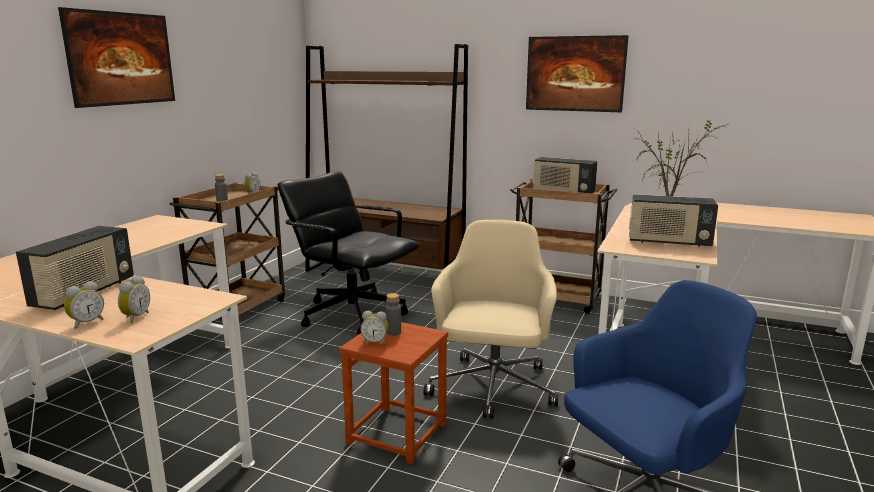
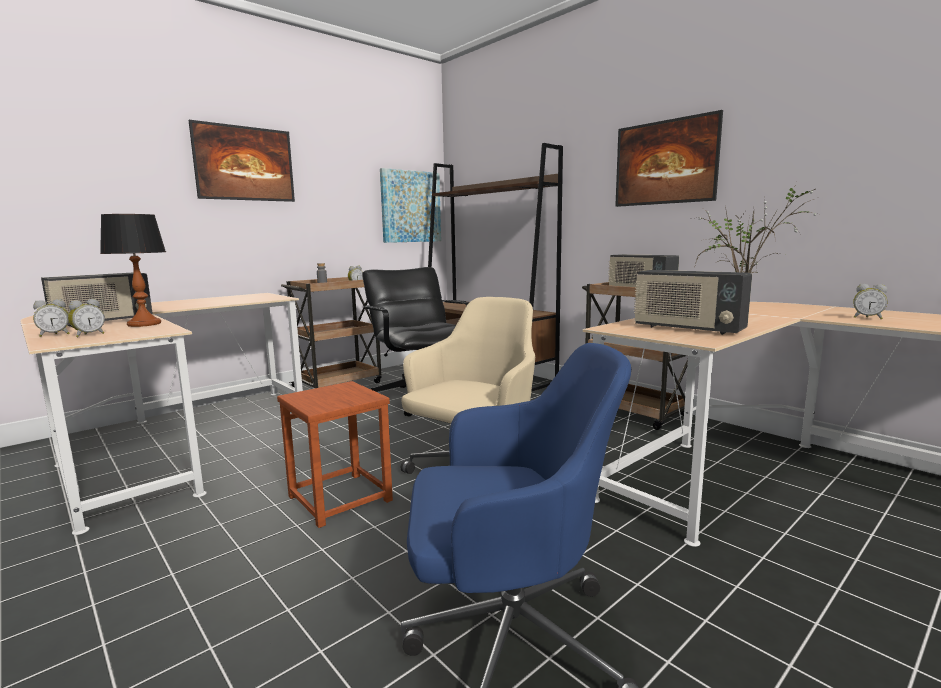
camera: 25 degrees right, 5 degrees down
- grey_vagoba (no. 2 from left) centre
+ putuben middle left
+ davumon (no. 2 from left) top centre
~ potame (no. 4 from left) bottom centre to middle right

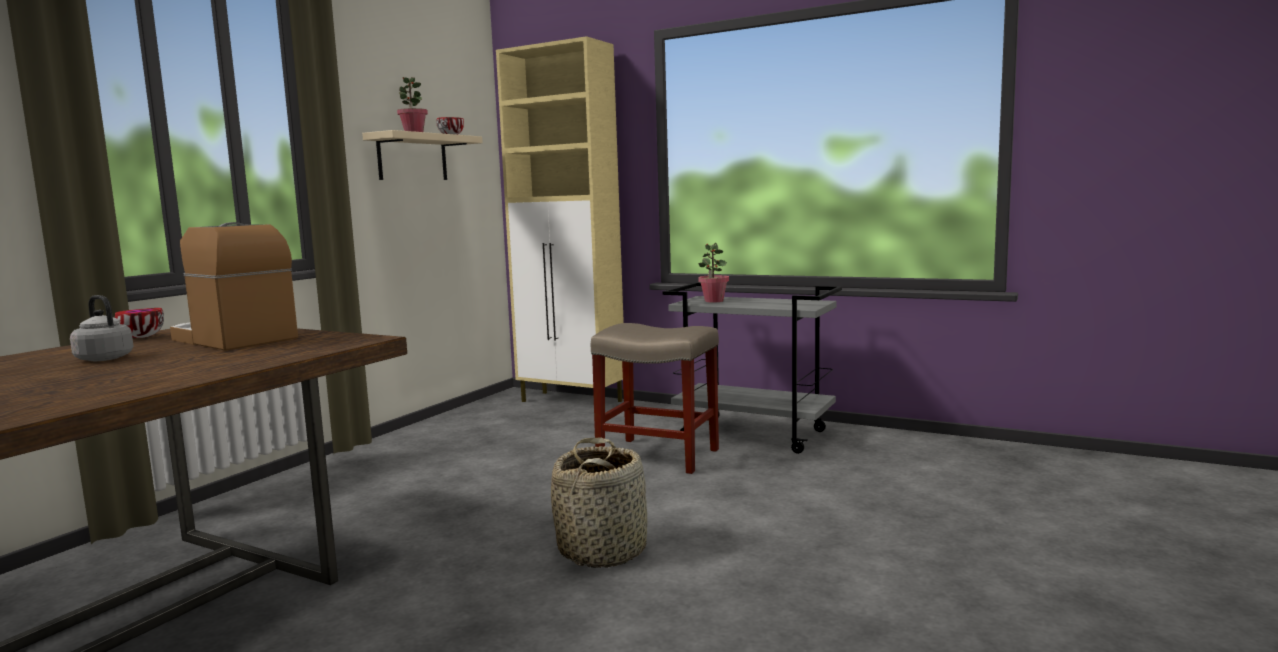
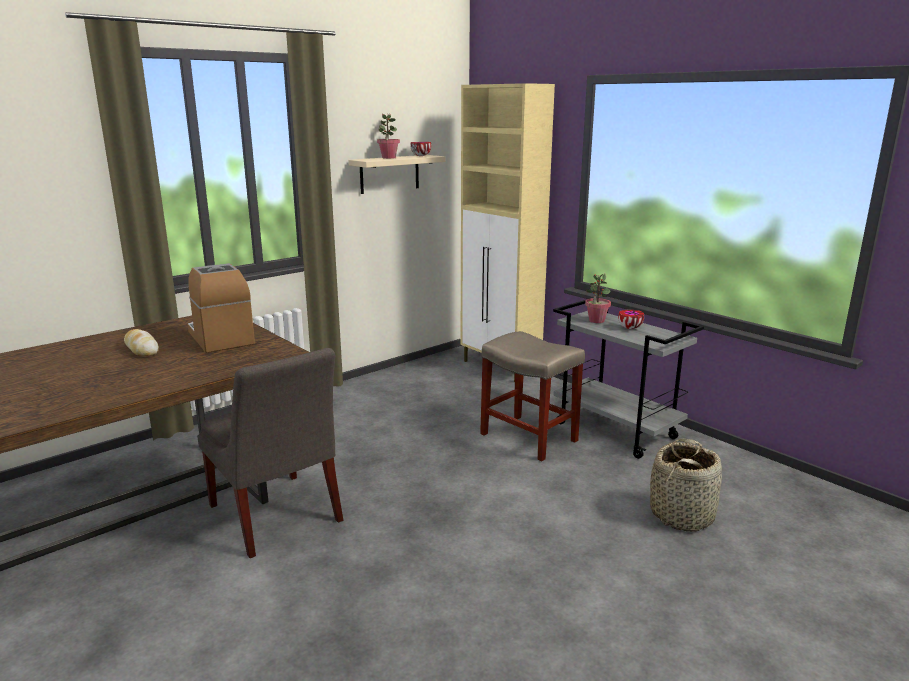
camera: 20 degrees right, 10 degrees up
+ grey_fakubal middle left
~ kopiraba (no. 1 from left in the first image) middle left to kopiraba (no. 2 from left) middle right
~ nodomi bottom centre to bottom right
~ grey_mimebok middle left to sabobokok middle left

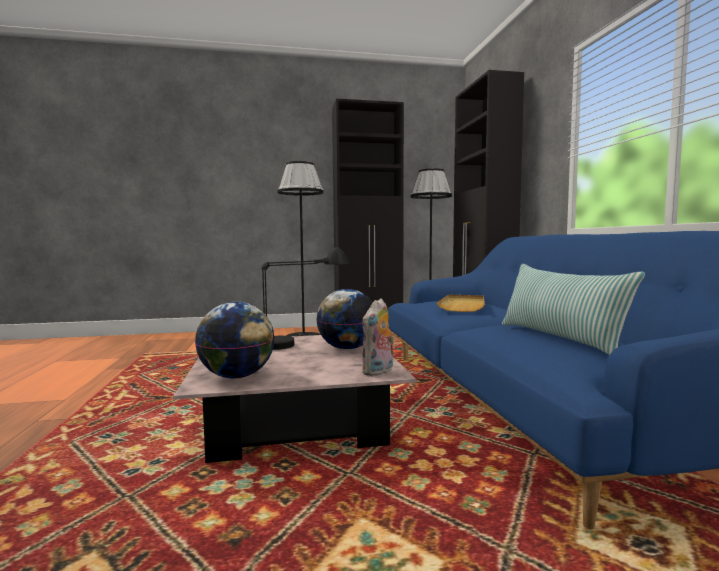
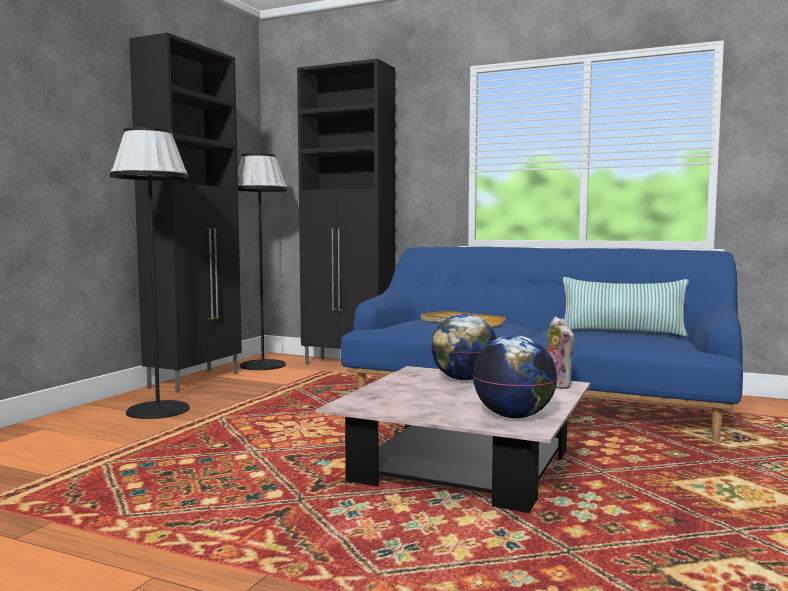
camera: 55 degrees left, 0 degrees up
- black_putuben centre

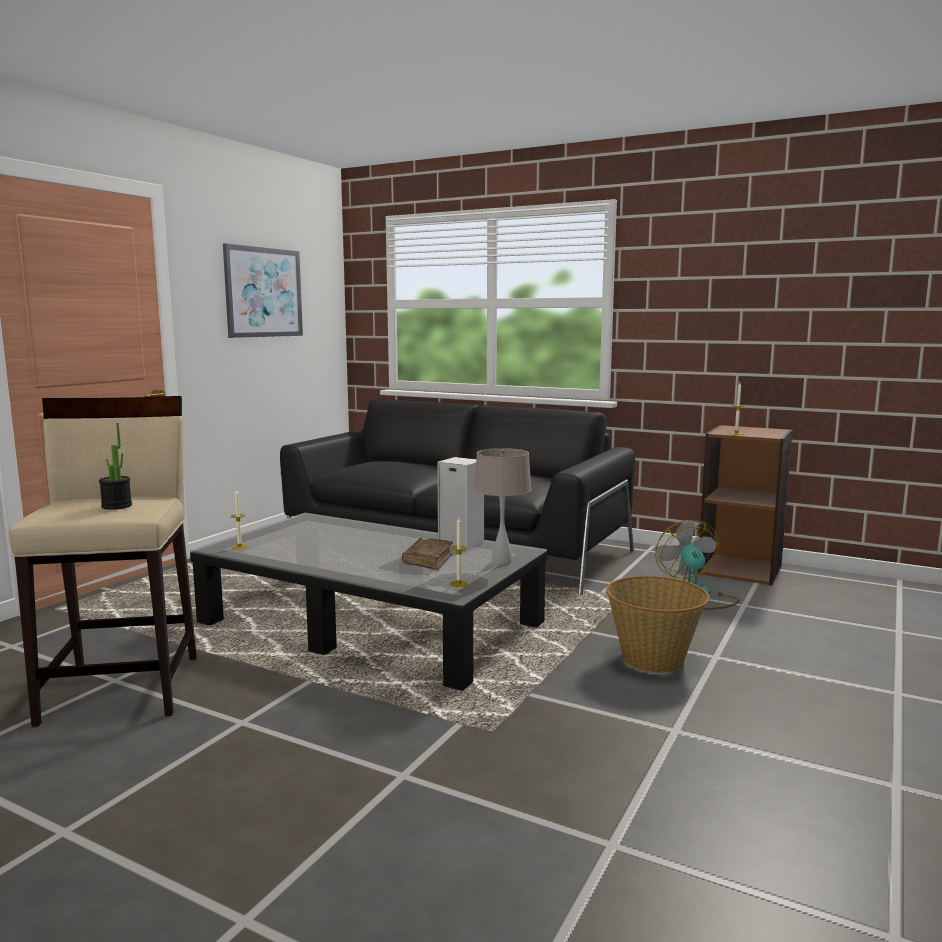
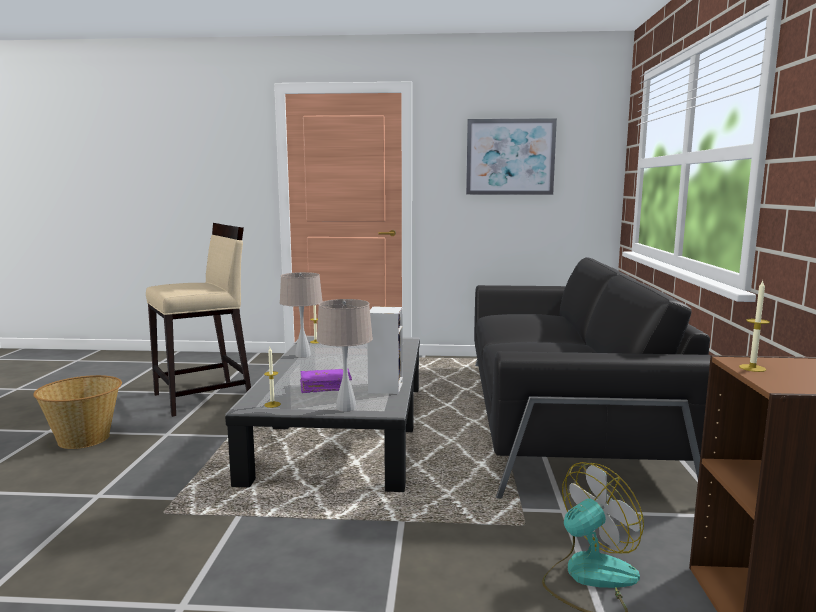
camera: 65 degrees right, 0 degrees up
- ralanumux middle left
+ beige_putuben (no. 1 from left) centre
~ nodomi middle right to bottom left
~ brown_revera centre to purple_revera centre

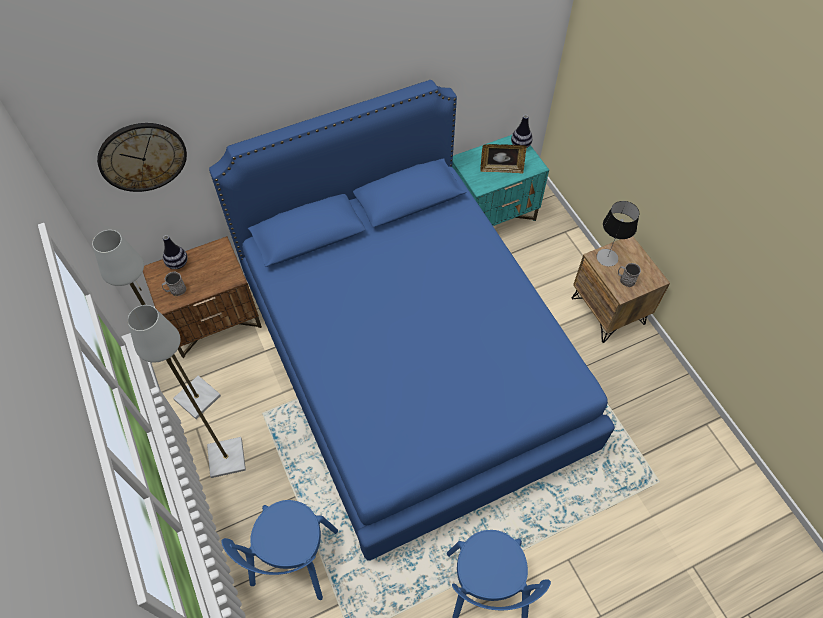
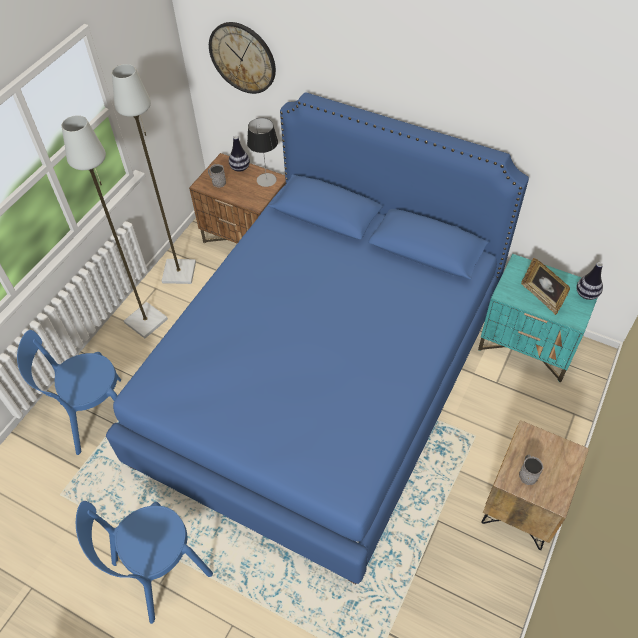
camera: 55 degrees right, 5 degrees down
~ putuben middle right to top centre

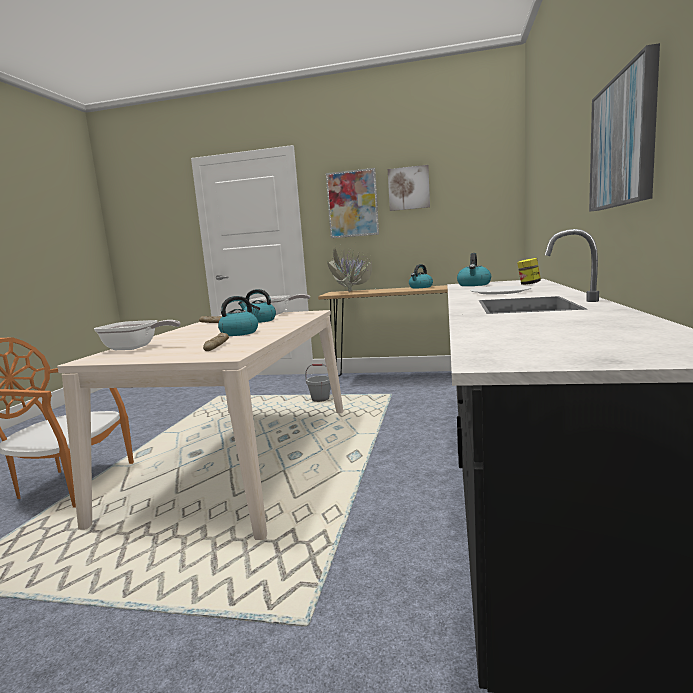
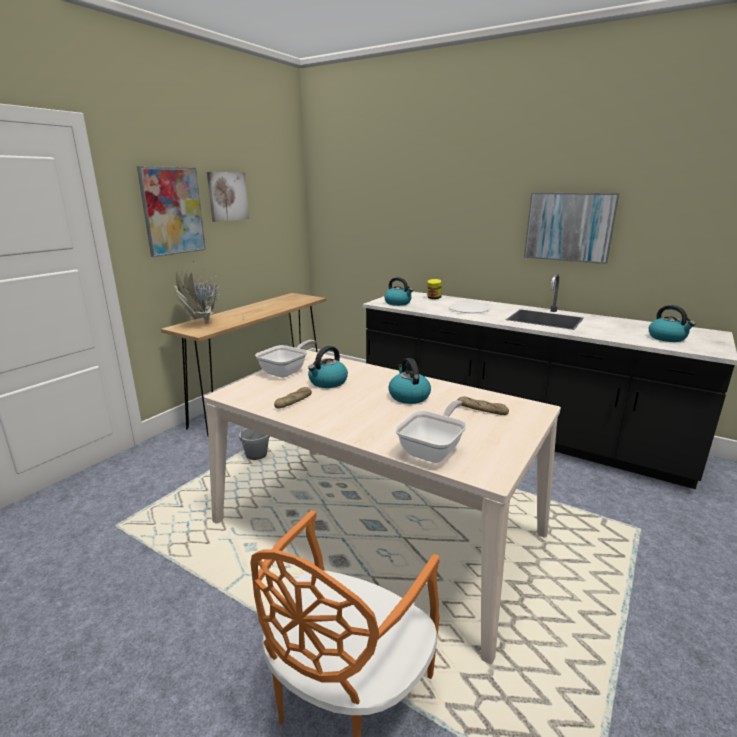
camera: 70 degrees left, 10 degrees up
~ mimebok (no. 3 from left in the first image) centre to mimebok (no. 4 from left) middle right

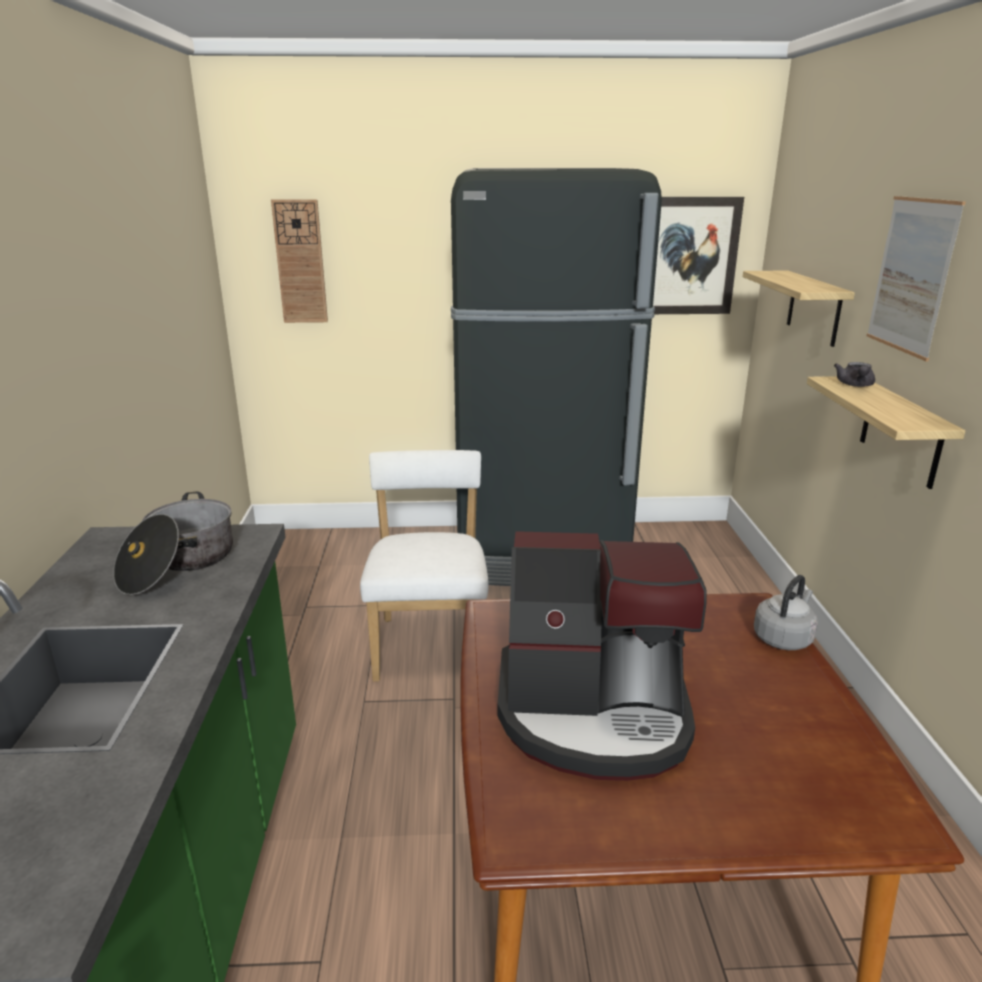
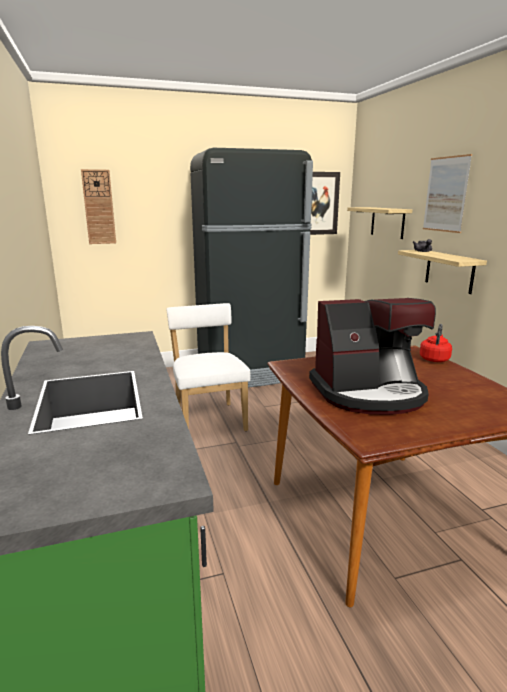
camera: 15 degrees left, 5 degrees down
- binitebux middle left
~ grey_mimebok middle right to red_mimebok middle right

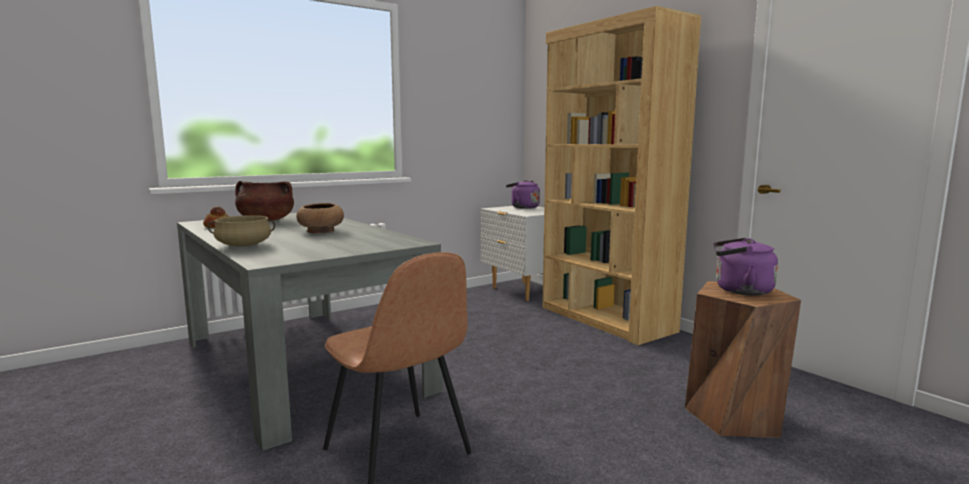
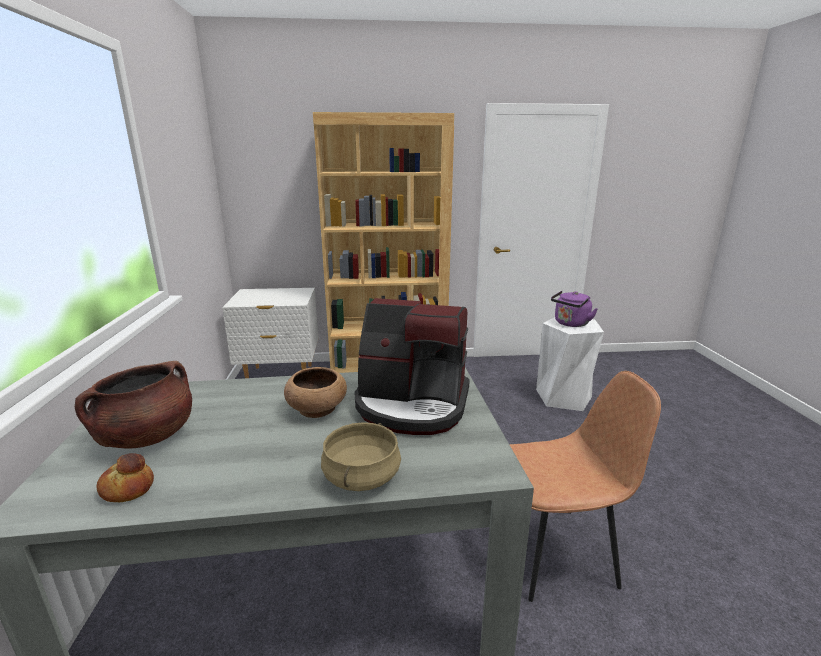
camera: 60 degrees left, 10 degrees up
- purple_mimebok (no. 1 from left) centre
+ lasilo centre
~ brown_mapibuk bottom right to white_mapibuk middle right

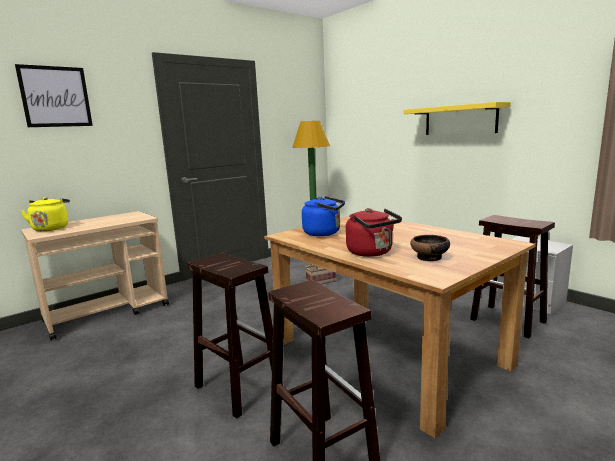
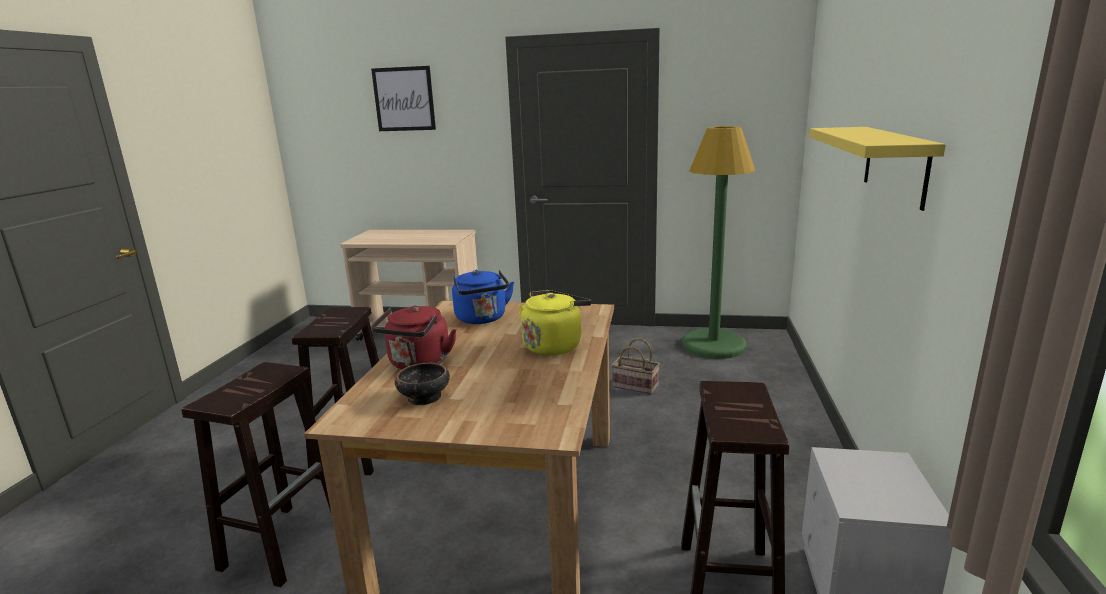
camera: 50 degrees right, 5 degrees up
~ yellow_mimebok middle left to centre

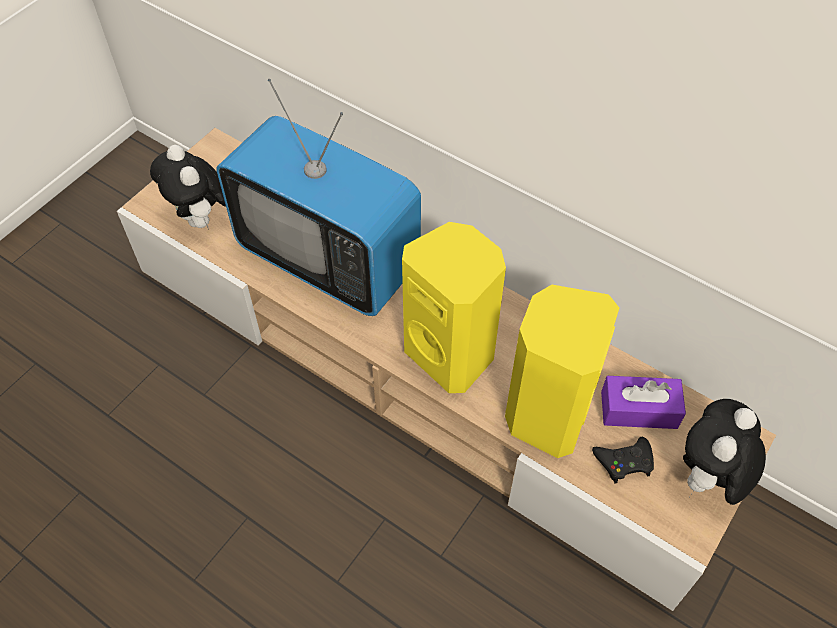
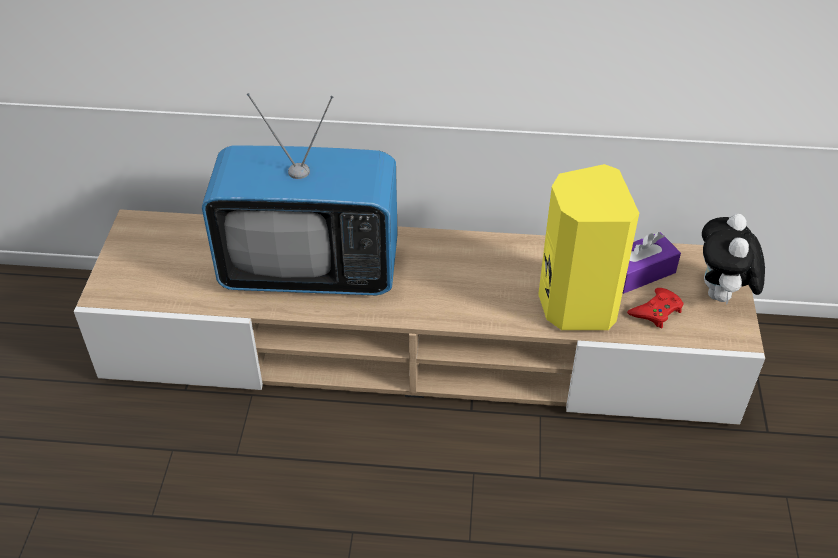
camera: 30 degrees left, 10 degrees down
- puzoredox (no. 1 from left) top left
- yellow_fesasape (no. 1 from left) centre
~ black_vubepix bottom right to red_vubepix middle right

